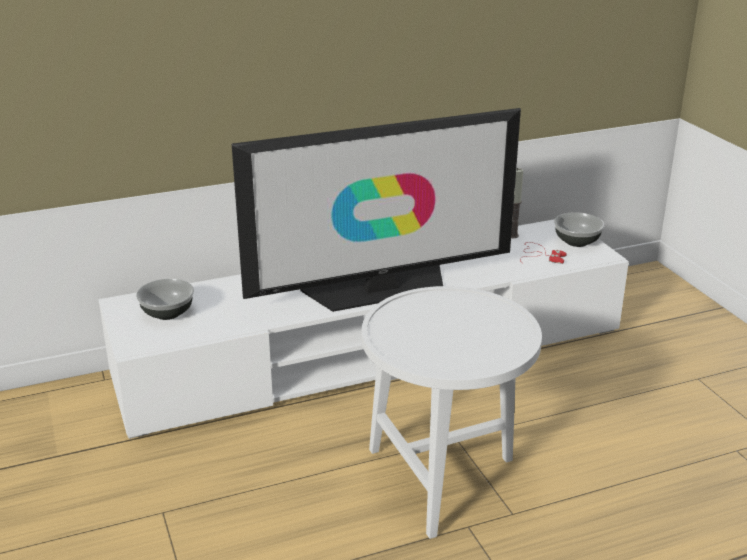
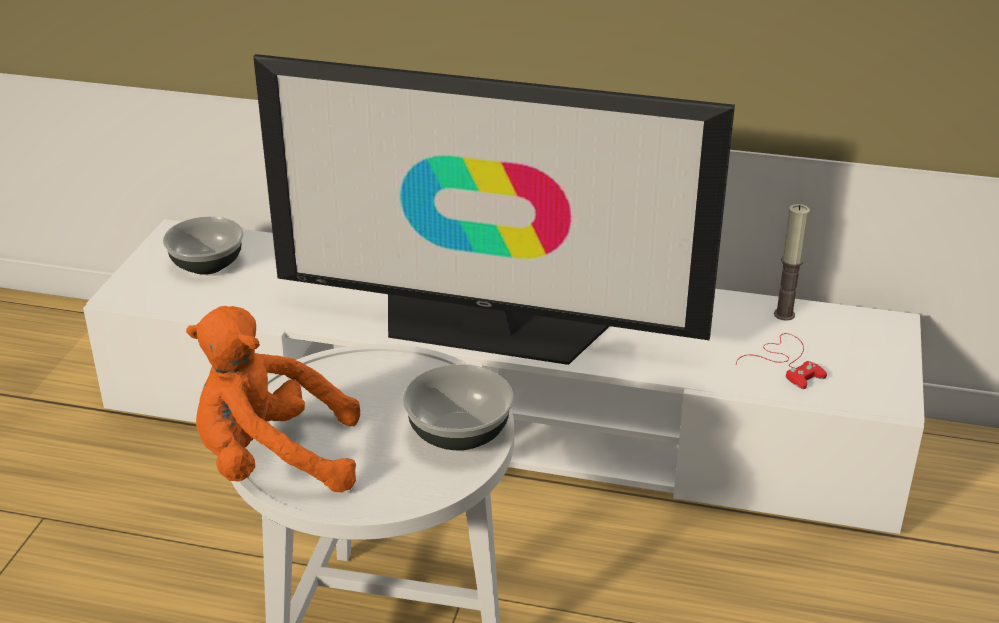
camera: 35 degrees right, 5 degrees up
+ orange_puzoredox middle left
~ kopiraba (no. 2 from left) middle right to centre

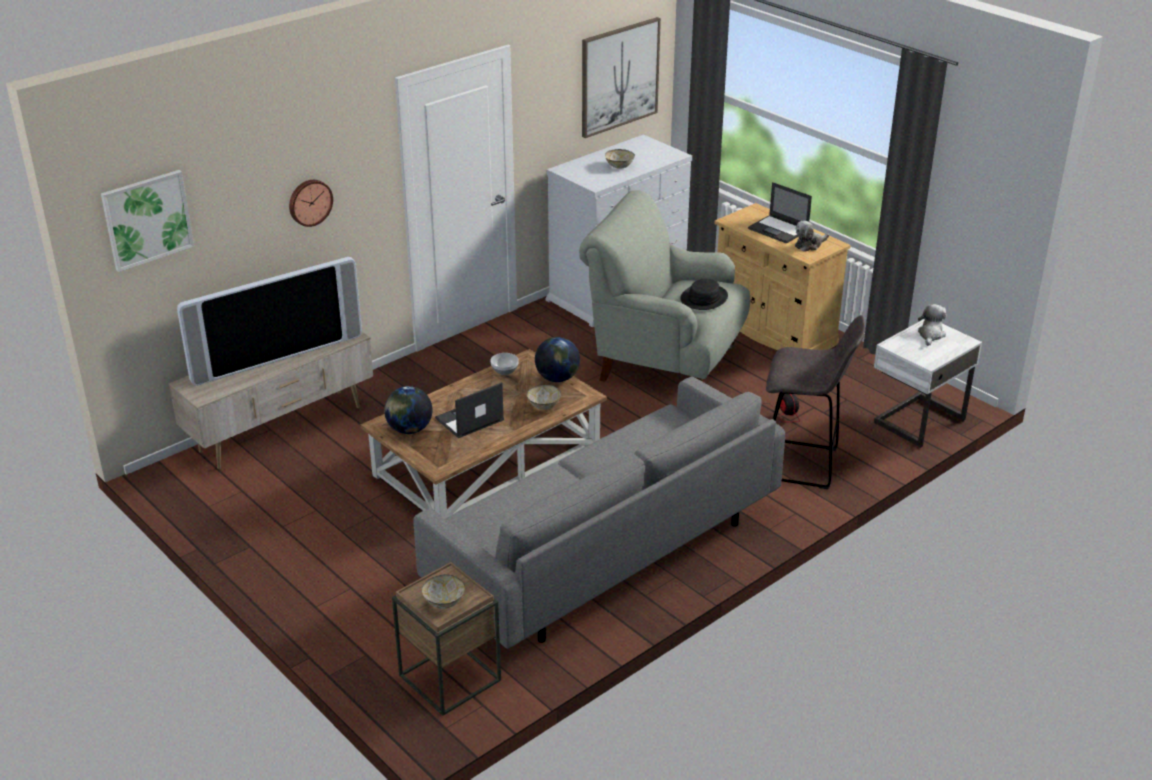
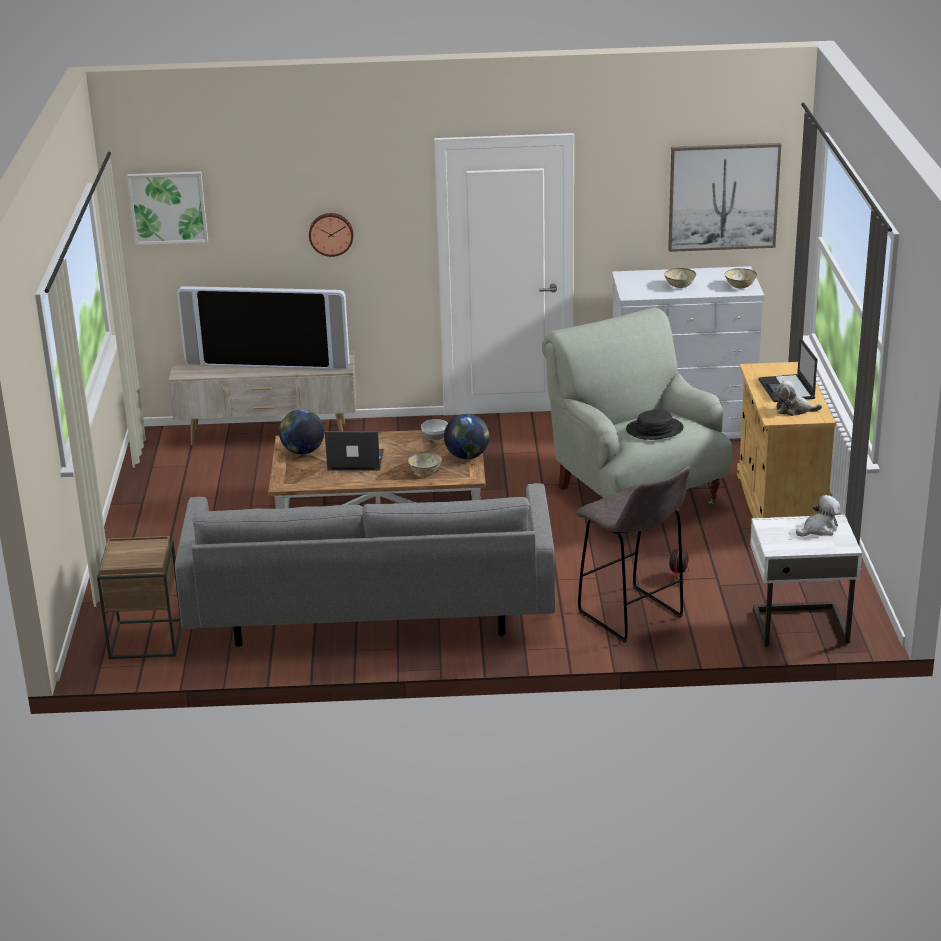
camera: 40 degrees right, 5 degrees down
~ kopiraba (no. 1 from left in the first image) bottom centre to kopiraba (no. 4 from left) top right

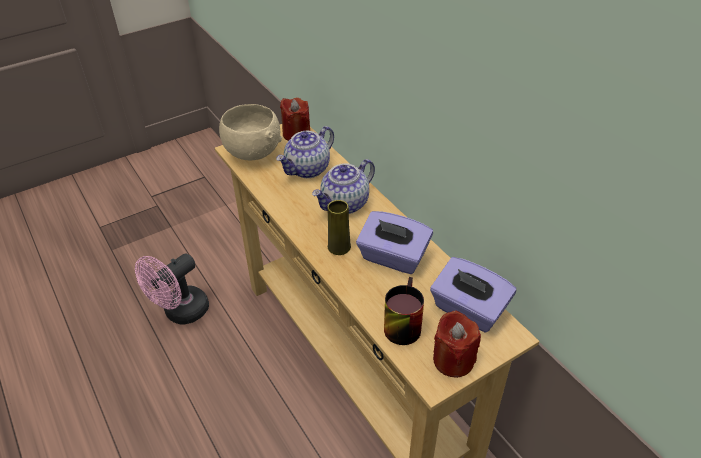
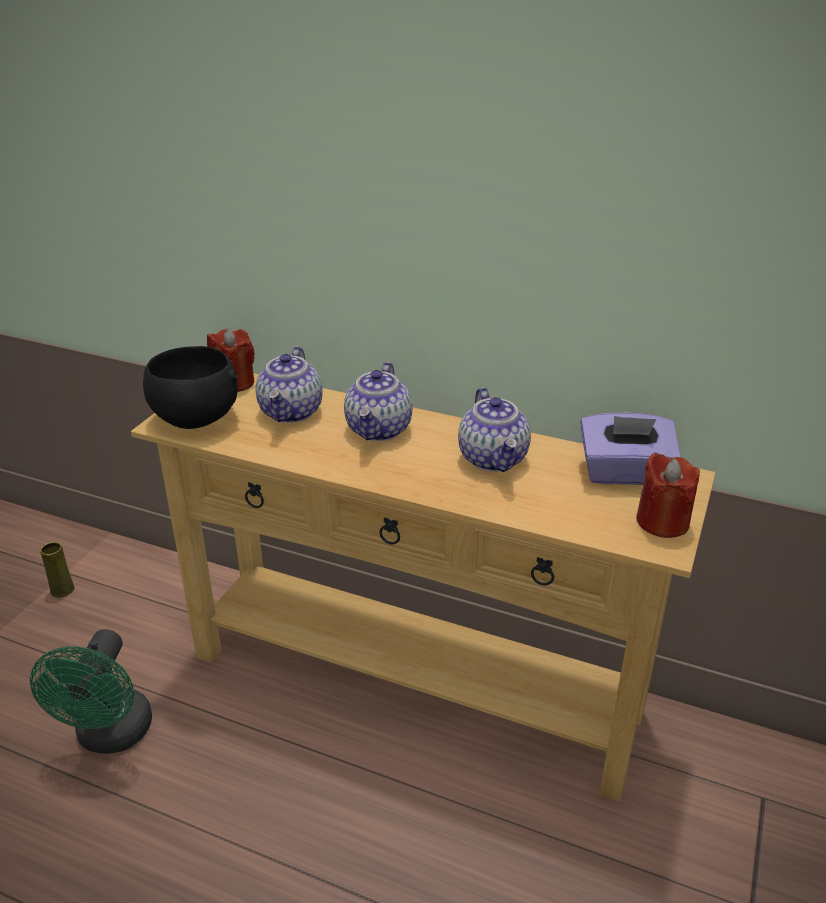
camera: 35 degrees left, 10 degrees down
- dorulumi bottom centre
~ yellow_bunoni centre to middle left
~ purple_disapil (no. 1 from left) centre to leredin (no. 3 from left) centre
~ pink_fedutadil middle left to green_fedutadil bottom left
~ beige_kopiraba top centre to black_kopiraba middle left

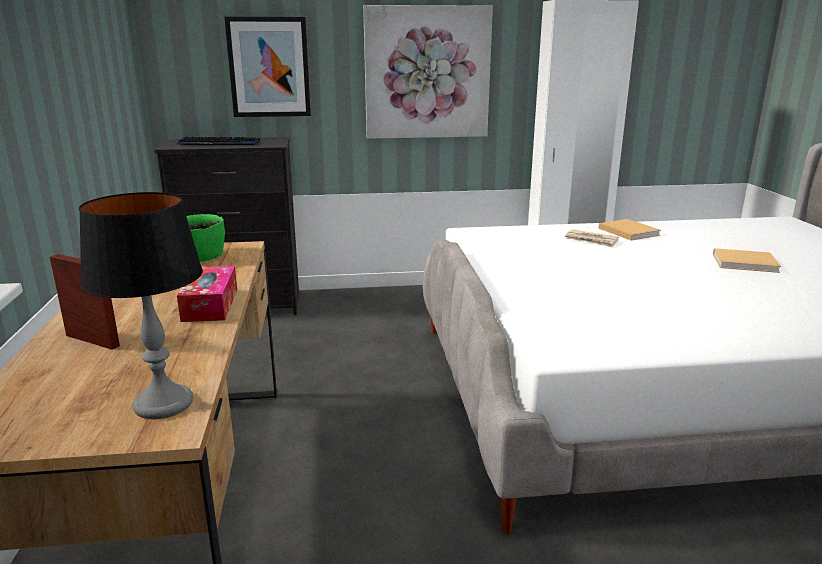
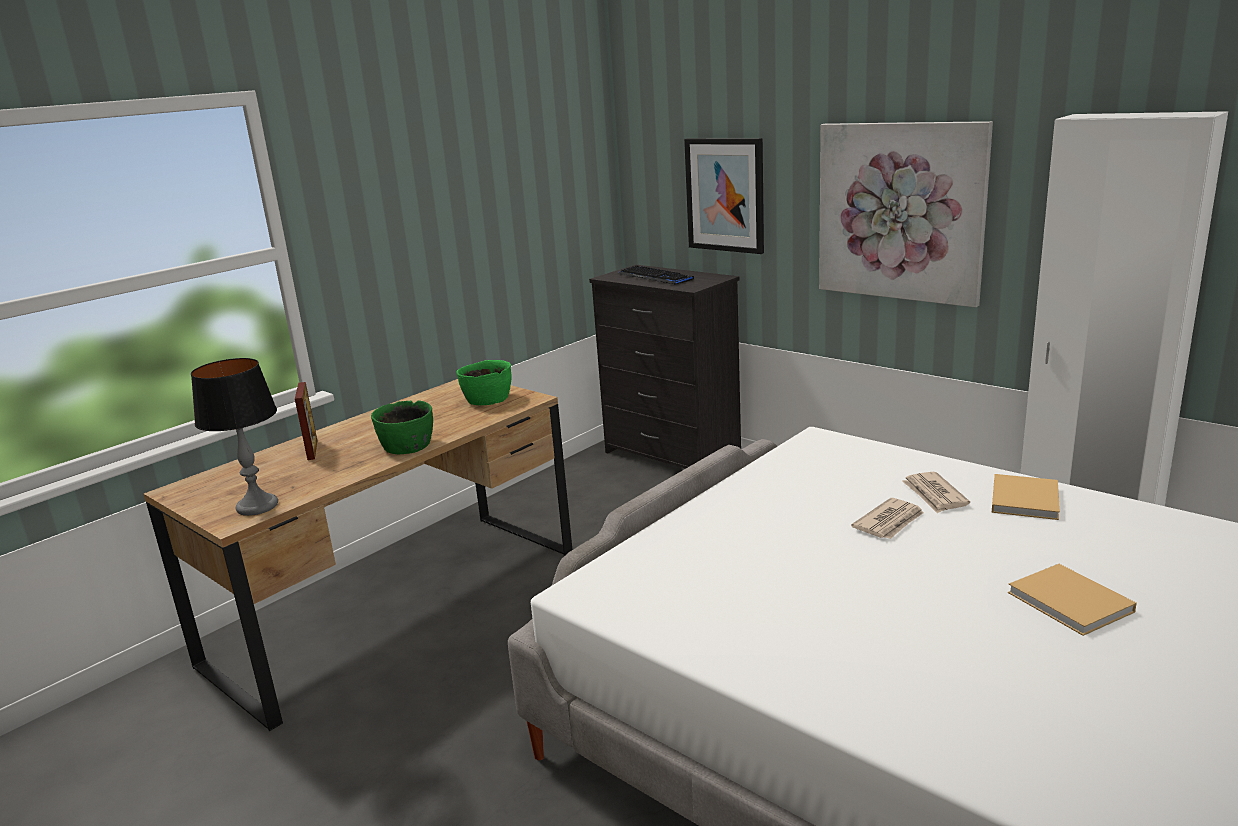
camera: 50 degrees right, 0 degrees up
+ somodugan (no. 1 from left) middle right
~ disapil middle left to green_kopiraba (no. 1 from left) middle left

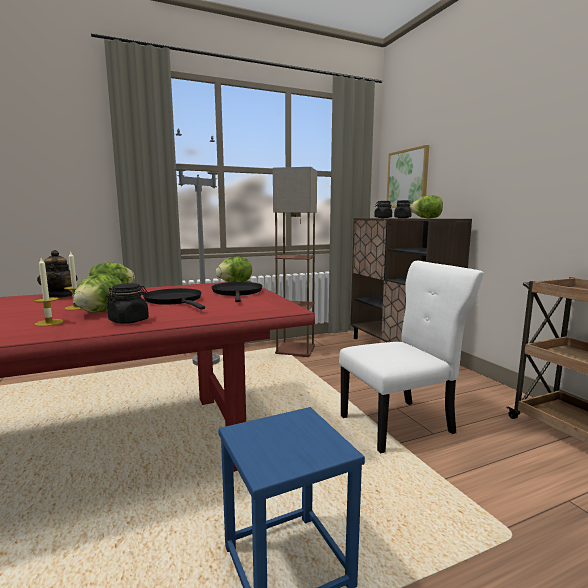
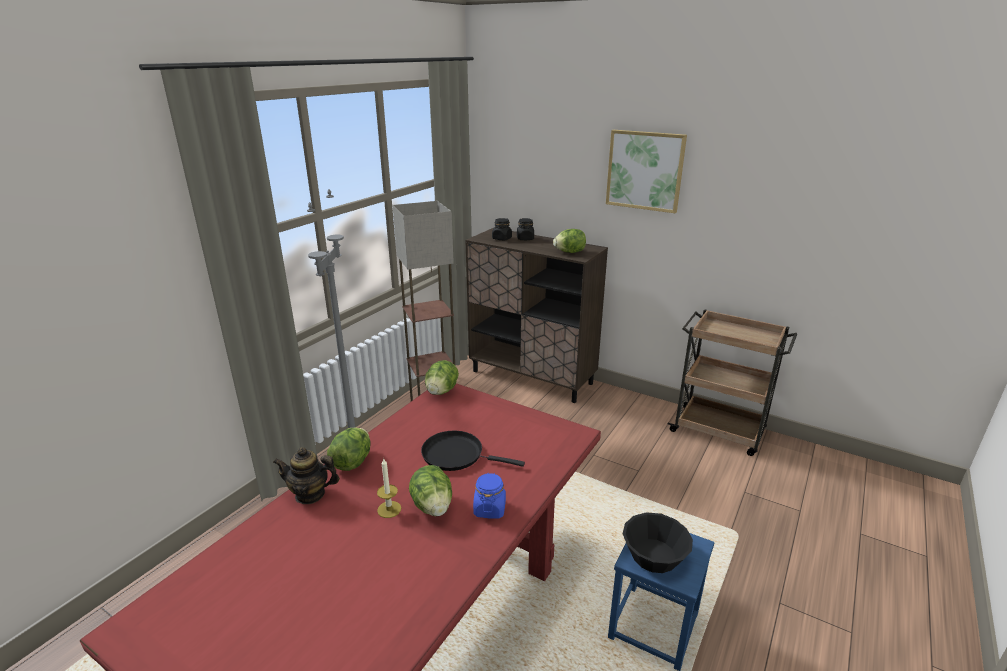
camera: 35 degrees left, 15 degrees up
- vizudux (no. 1 from left) middle left
- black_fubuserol (no. 2 from left) centre
- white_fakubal middle right
+ black_kopiraba bottom centre
~ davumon top right to top centre
~ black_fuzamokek (no. 1 from left) middle left to blue_fuzamokek bottom centre
~ leredin middle left = bottom left 150 degrees clockwise

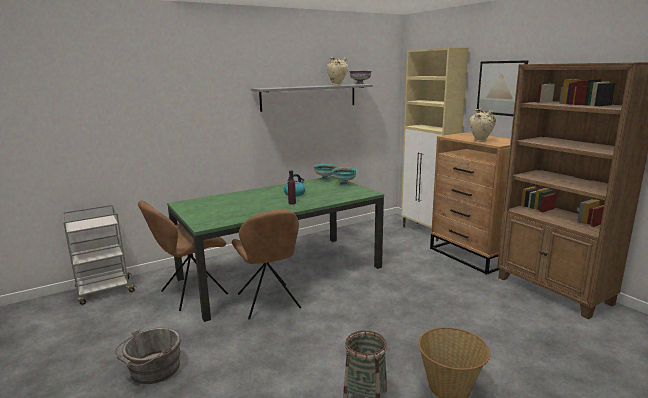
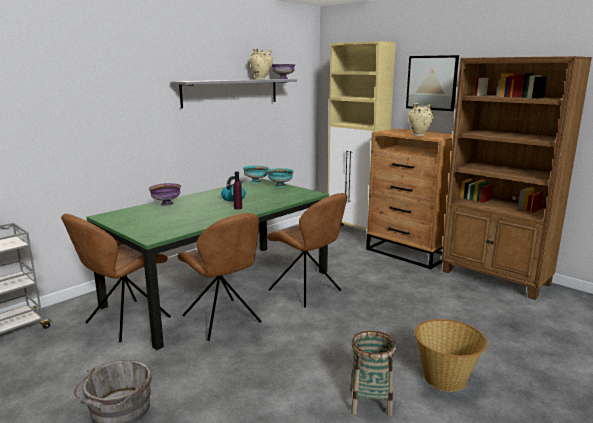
camera: 15 degrees left, 0 degrees up
+ purple_kopiraba (no. 1 from left) middle left
+ brown_fakubal (no. 3 from left) centre

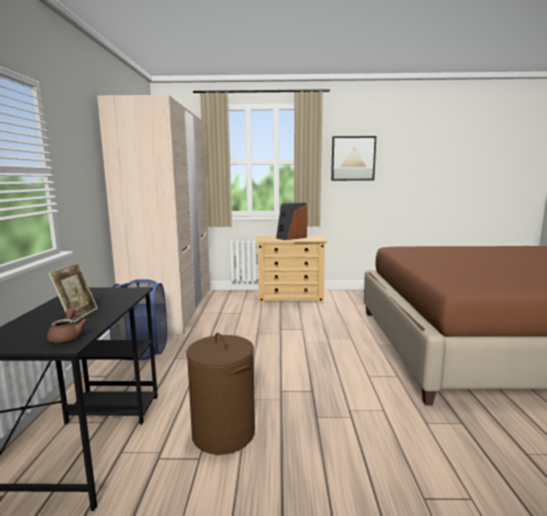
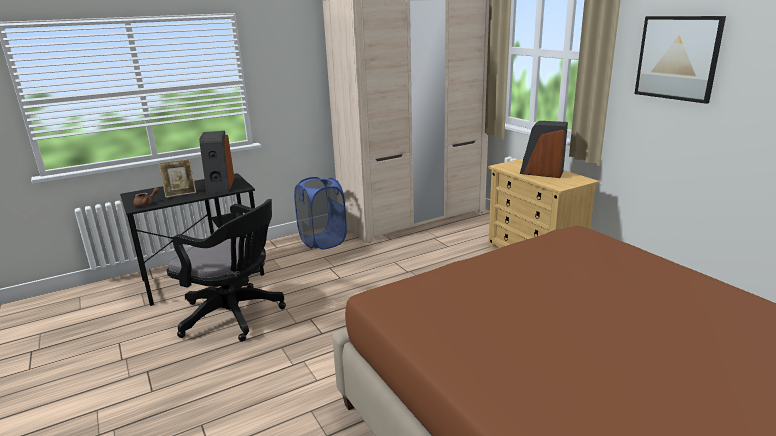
camera: 60 degrees right, 10 degrees up
+ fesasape (no. 1 from left) middle left
~ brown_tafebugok bottom centre to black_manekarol middle left

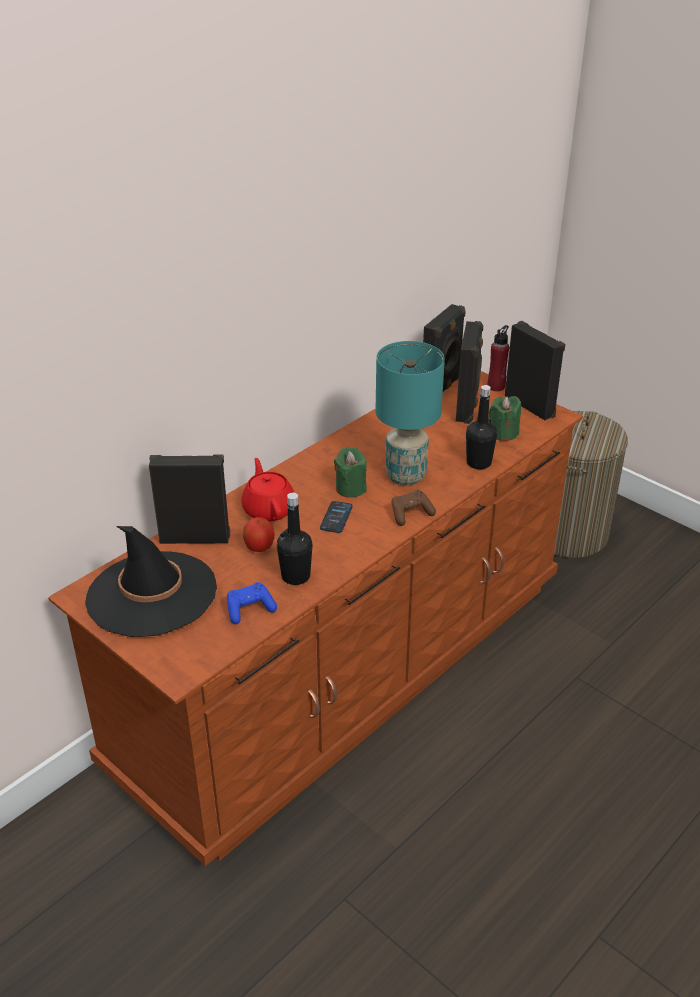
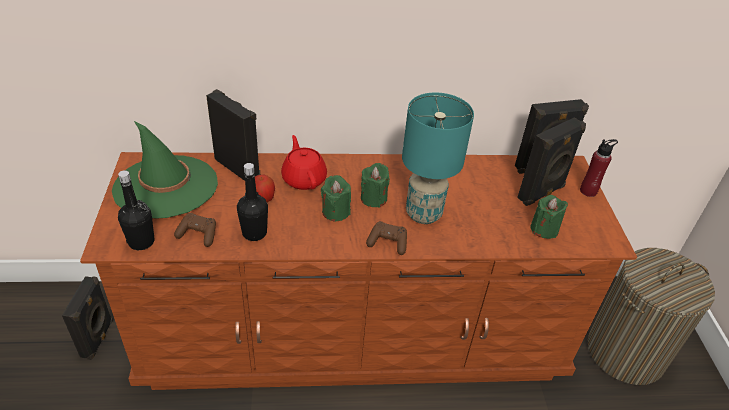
camera: 40 degrees right, 5 degrees up
~ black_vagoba (no. 2 from left in the first image) middle right to black_vagoba (no. 1 from left) middle left
~ black_fesasape (no. 4 from left in the first image) middle right to black_fesasape (no. 1 from left) bottom left
~ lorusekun centre to green_vizudux (no. 1 from left) centre
~ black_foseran middle left to green_foseran middle left
~ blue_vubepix centre to brown_vubepix (no. 1 from left) middle left
~ red_leredin centre = centre 45 degrees counterclockwise

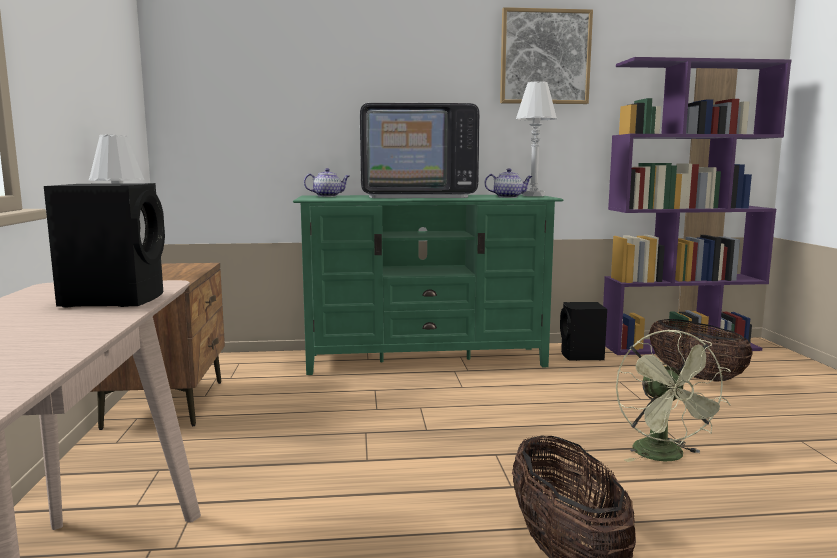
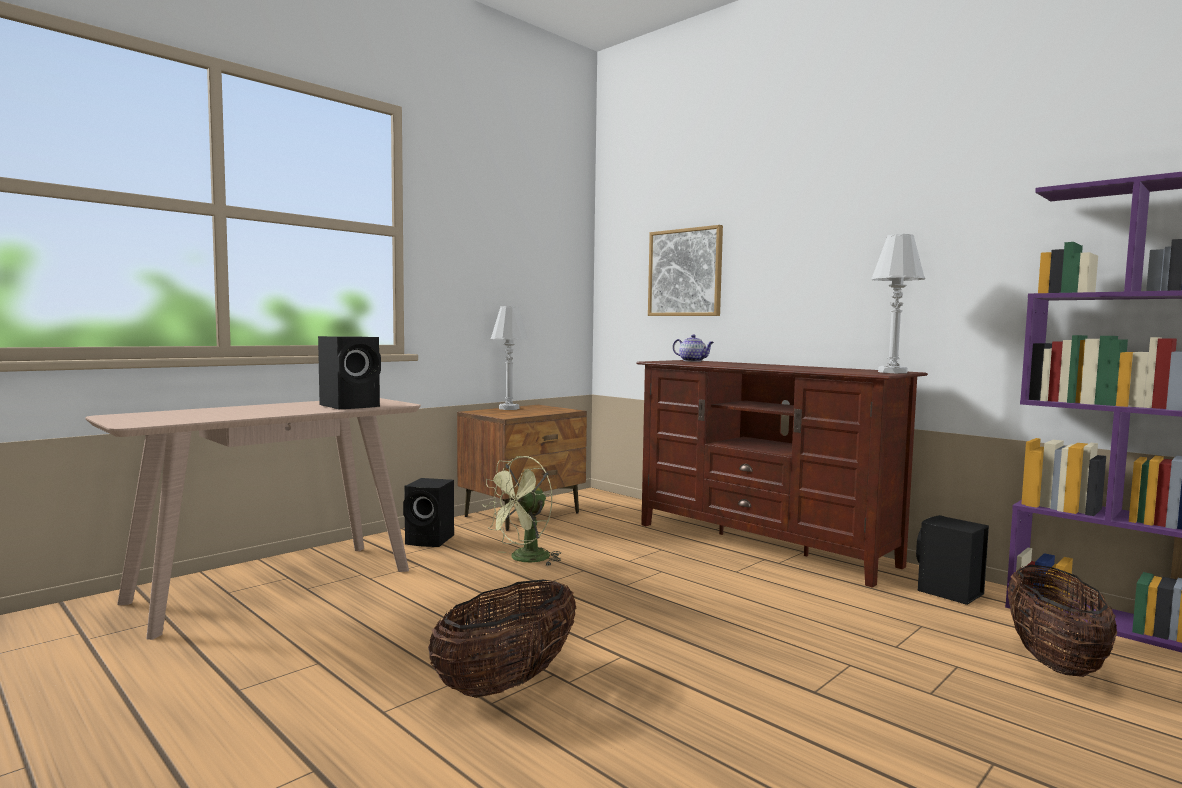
camera: 50 degrees right, 5 degrees down
- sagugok top centre
- leredin (no. 2 from left) top centre
+ black_fesasape (no. 2 from left) centre
~ davumon top centre to centre
~ green_fedutadil bottom right to centre
~ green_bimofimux centre to brown_bimofimux centre

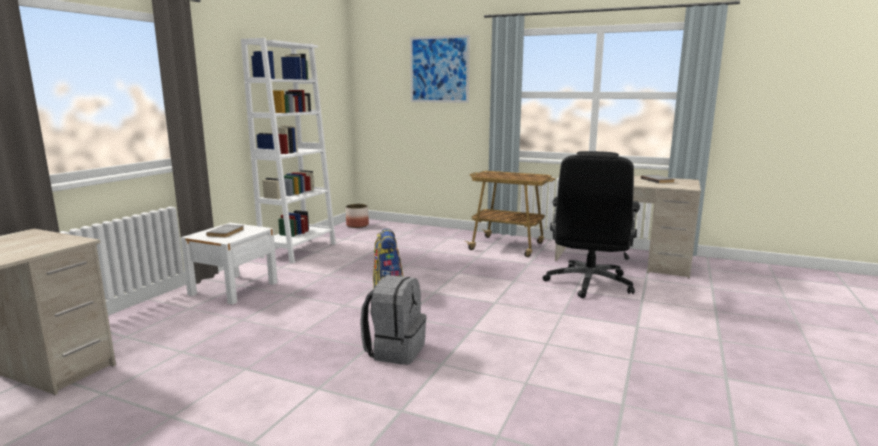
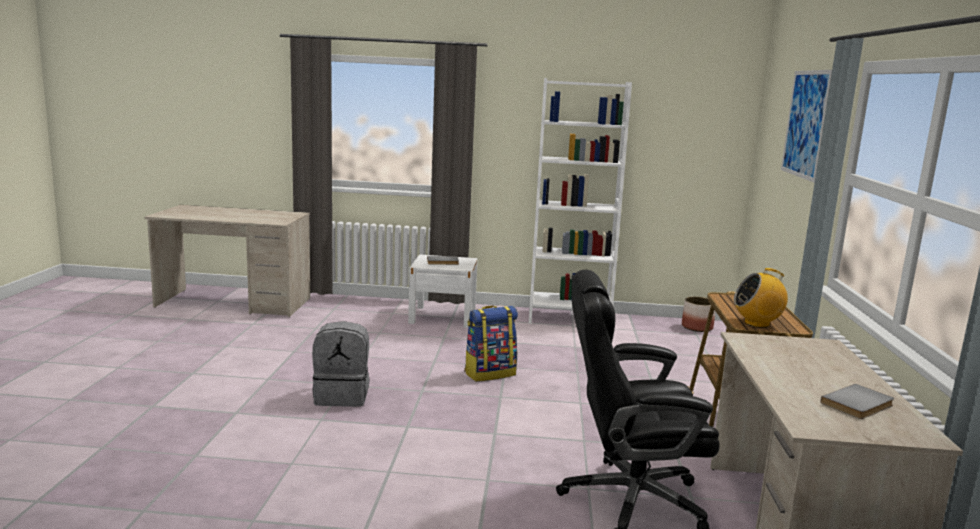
camera: 70 degrees right, 0 degrees up
+ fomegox middle right

